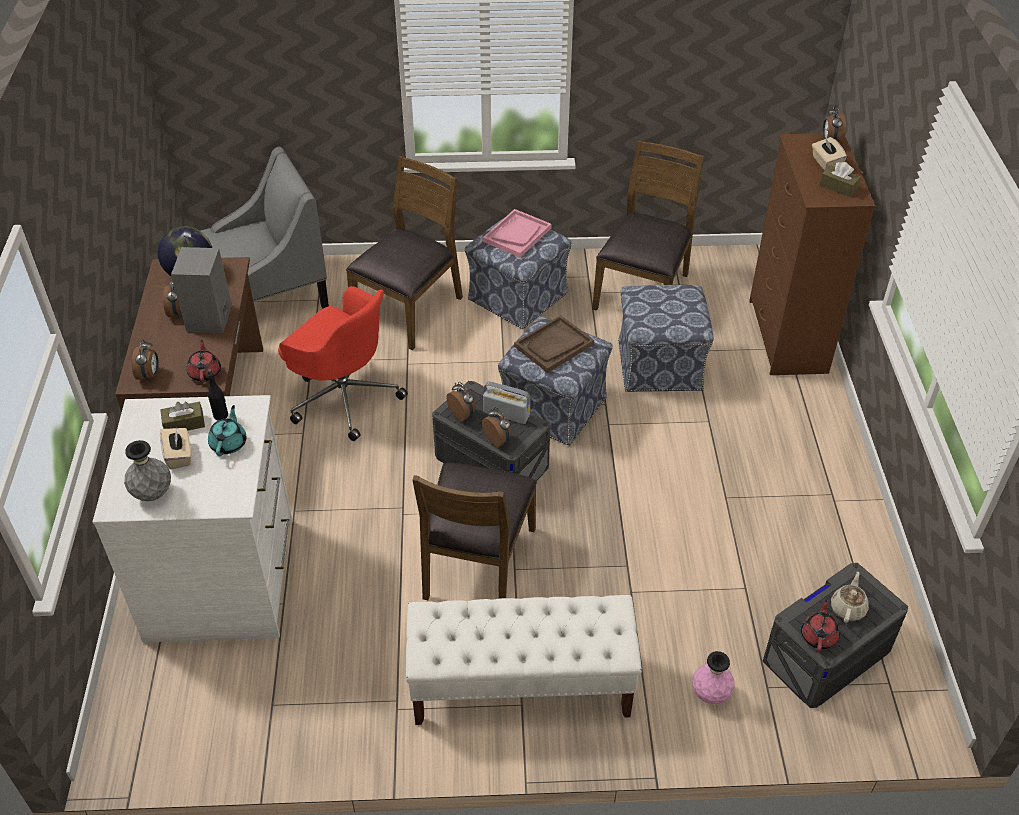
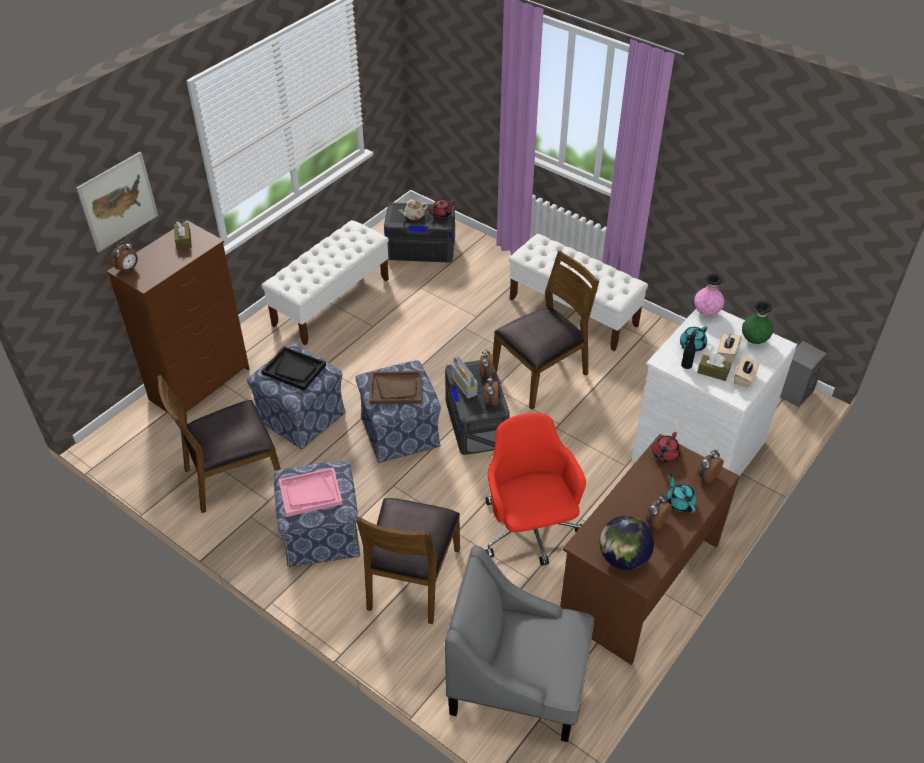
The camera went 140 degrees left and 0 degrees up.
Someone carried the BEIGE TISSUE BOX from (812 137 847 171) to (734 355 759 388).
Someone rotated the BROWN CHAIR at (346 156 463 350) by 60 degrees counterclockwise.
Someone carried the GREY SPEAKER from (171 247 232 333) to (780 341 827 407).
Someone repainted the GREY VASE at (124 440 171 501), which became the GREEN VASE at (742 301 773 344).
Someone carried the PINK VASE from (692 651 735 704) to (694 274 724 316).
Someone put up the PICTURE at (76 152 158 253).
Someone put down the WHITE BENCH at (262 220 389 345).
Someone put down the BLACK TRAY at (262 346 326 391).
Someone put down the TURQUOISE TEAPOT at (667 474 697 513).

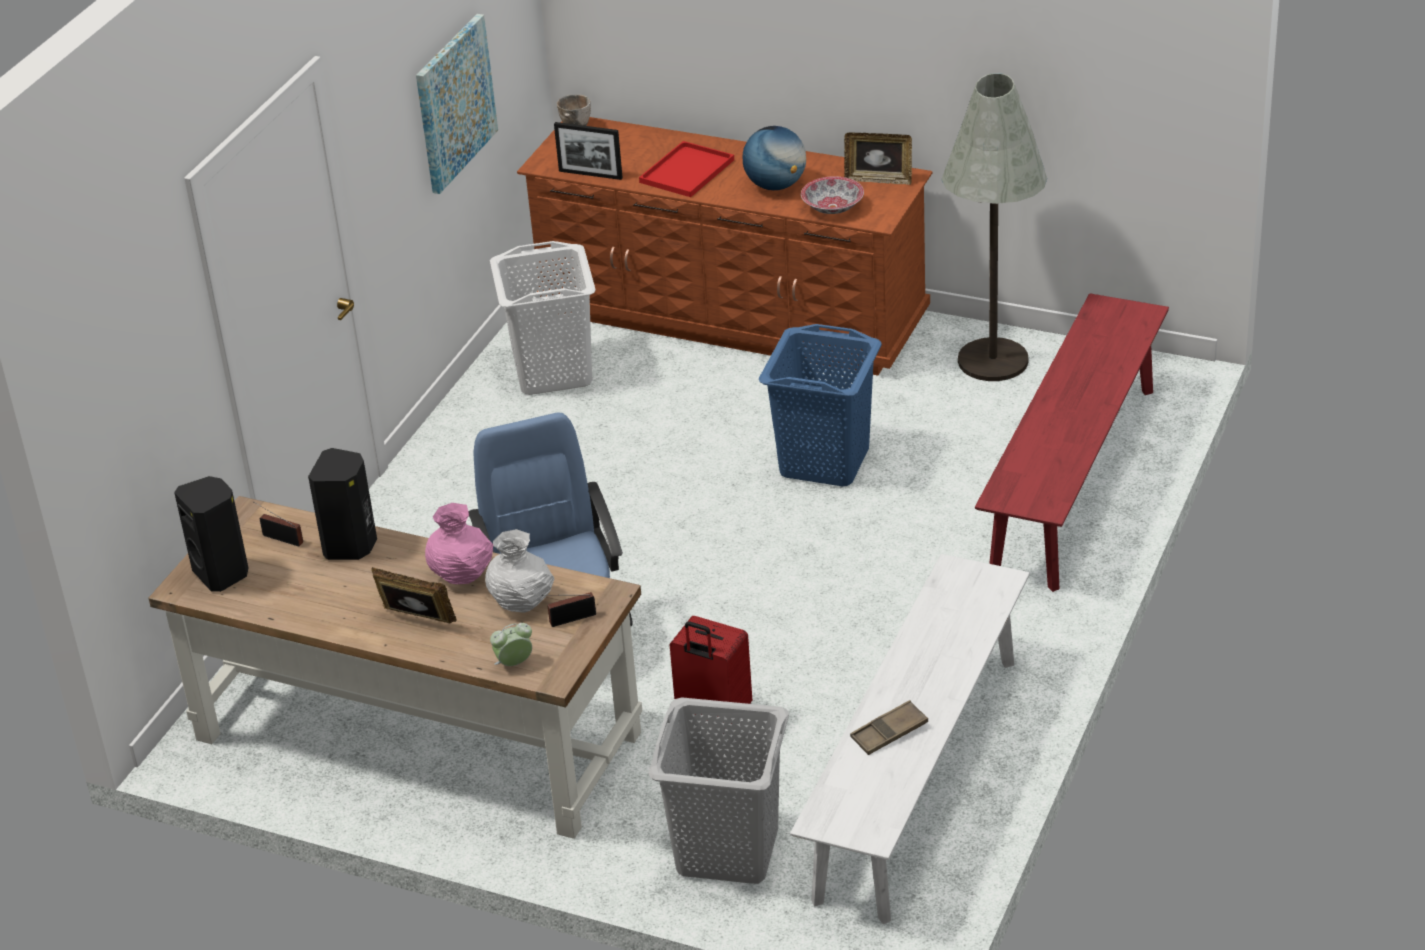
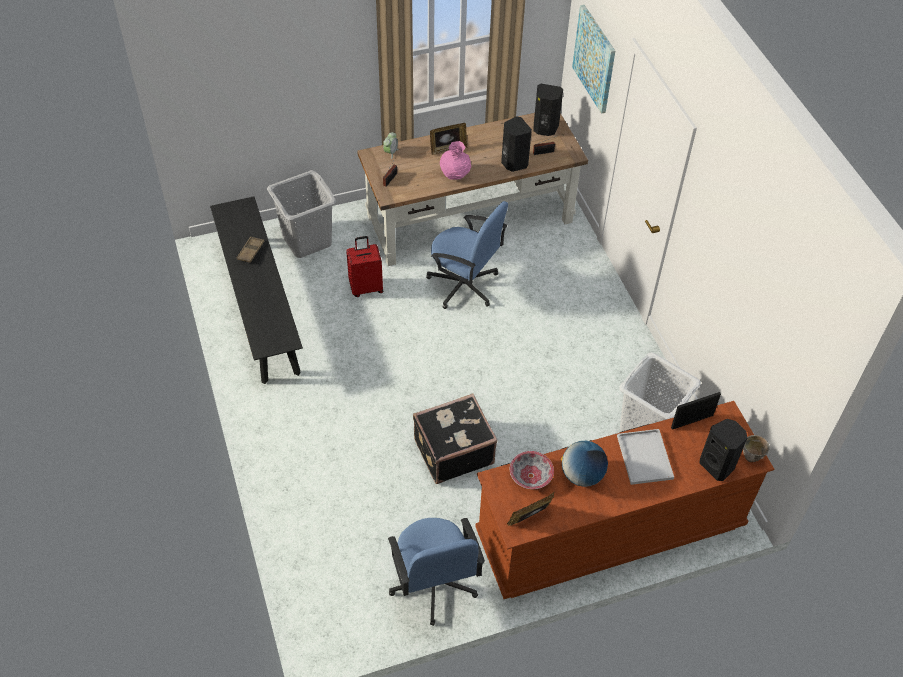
The camera went 135 degrees right and 15 degrees up.
Someone carried the PICTURE from (416 14 498 194) to (572 5 615 114).
Someone swapped the GREY FLOOR LAMP at (941 73 1047 381) for the BLUE OFFICE CHAIR at (388 518 485 626).
Someone repainted the RED TRAY at (639 141 734 197), which became the WHITE TRAY at (617 429 674 485).
Someone took away the RED BENCH at (975 293 1169 592).
Someone swapped the BLUE LAUNDRY BASKET at (759 324 882 486) for the BLACK SUITCASE at (413 394 497 484).
Someone took away the WHITE VASE at (485 529 554 613).
Someone repainted the WHITE BENCH at (790 554 1030 924), which became the BLACK BENCH at (210 196 303 384).
Someone put down the BLACK SPEAKER at (700 419 748 481).

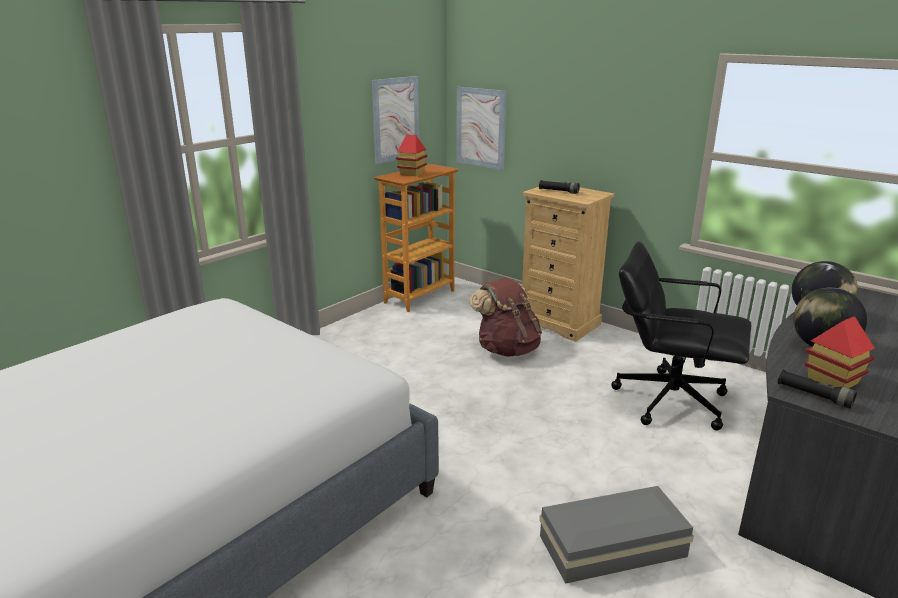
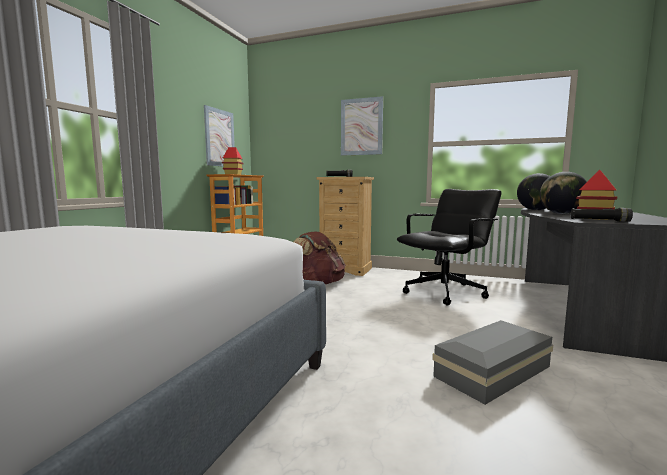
The camera went 20 degrees left and 15 degrees down.
Someone carried the PICTURE from (457 87 506 170) to (341 96 383 156).
Someone rotated the BLACK OFFICE CHAIR at (611 241 751 430) by 135 degrees clockwise.

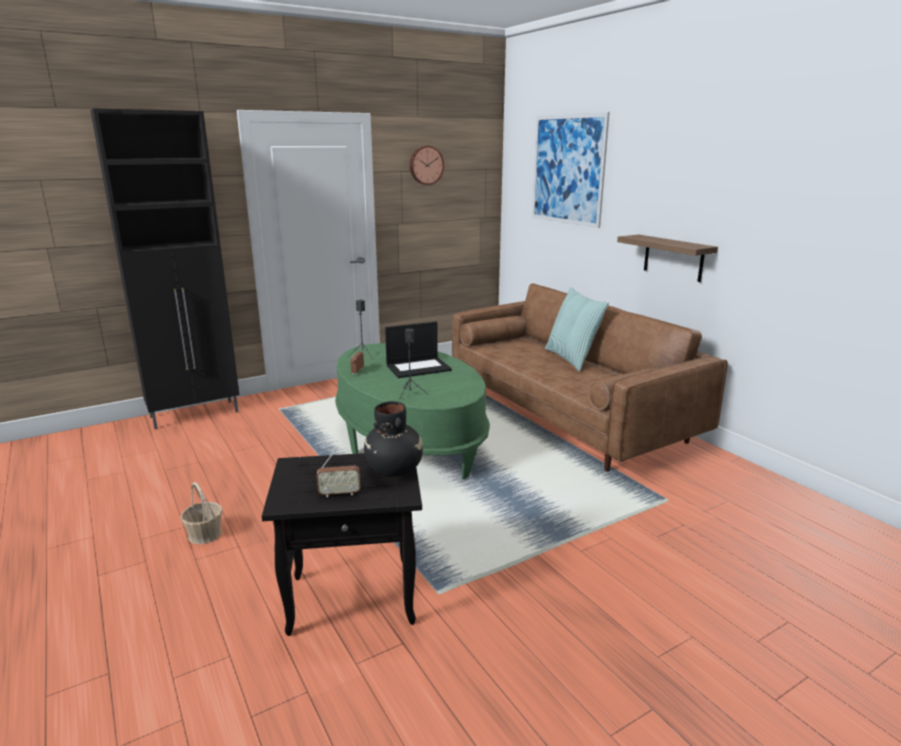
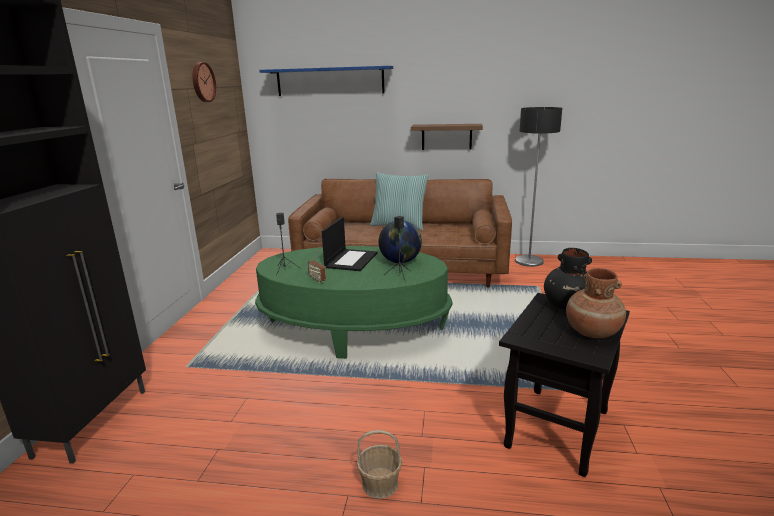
The camera went 50 degrees left and 0 degrees up.
Someone swapped the PICTURE at (532 112 609 228) for the BLUE SHELF at (259 66 393 96).
Someone swapped the RADIO at (317 446 360 497) for the BROWN VASE at (566 268 626 338).
Someone put down the FLOOR LAMP at (515 107 562 267).
Someone put down the GLOBE at (378 221 422 263).

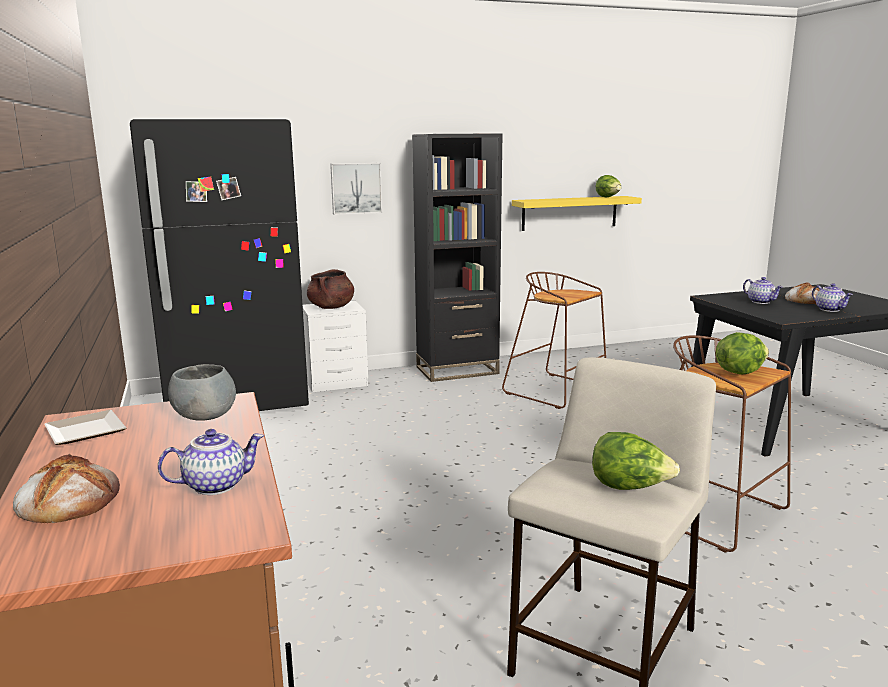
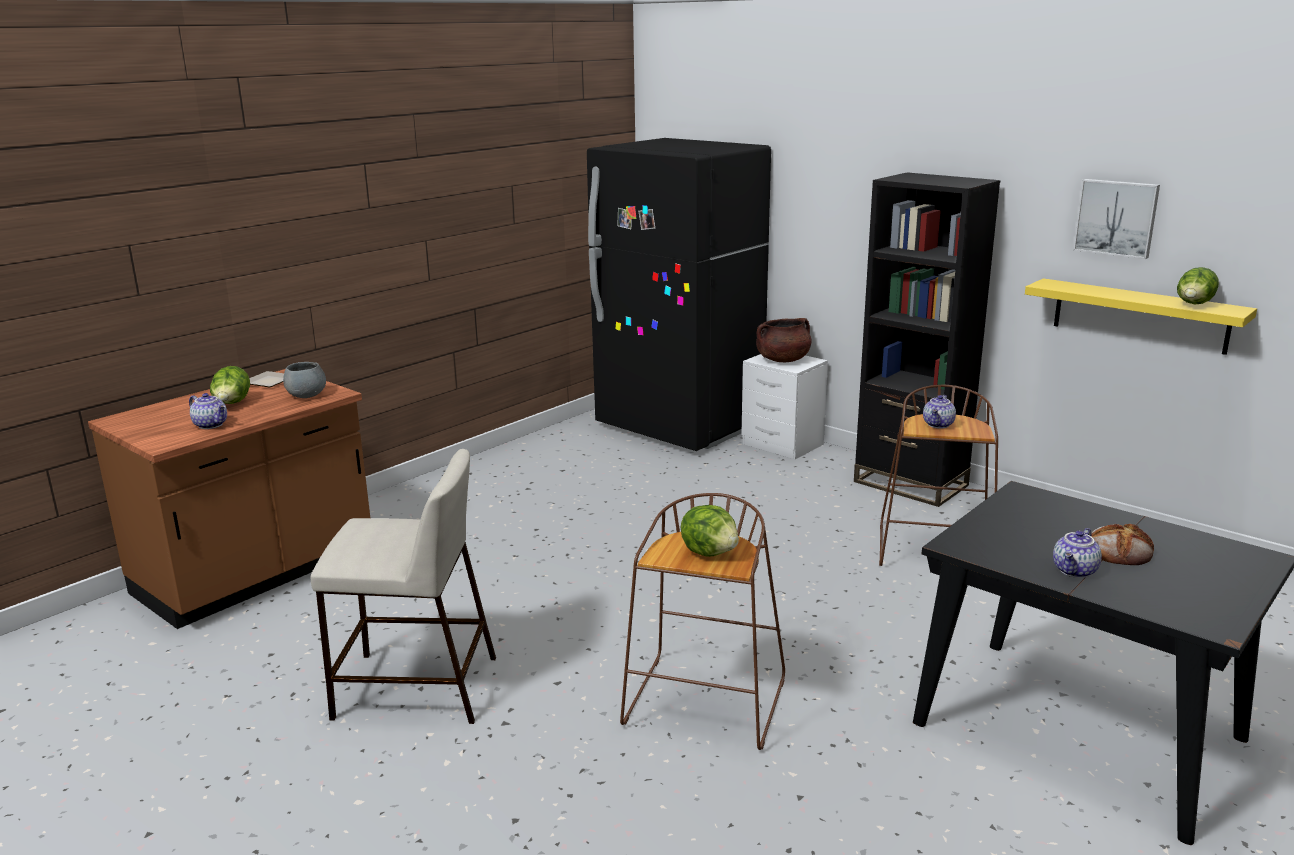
The camera went 60 degrees right and 5 degrees up.
Someone carried the PICTURE from (330 163 382 215) to (1073 179 1160 259).
Someone carried the TEAPOT from (743 277 783 304) to (923 395 956 429).
Someone carried the LETTUCE from (592 432 680 490) to (210 366 250 404).
Someone took away the BREAD at (13 454 120 523).

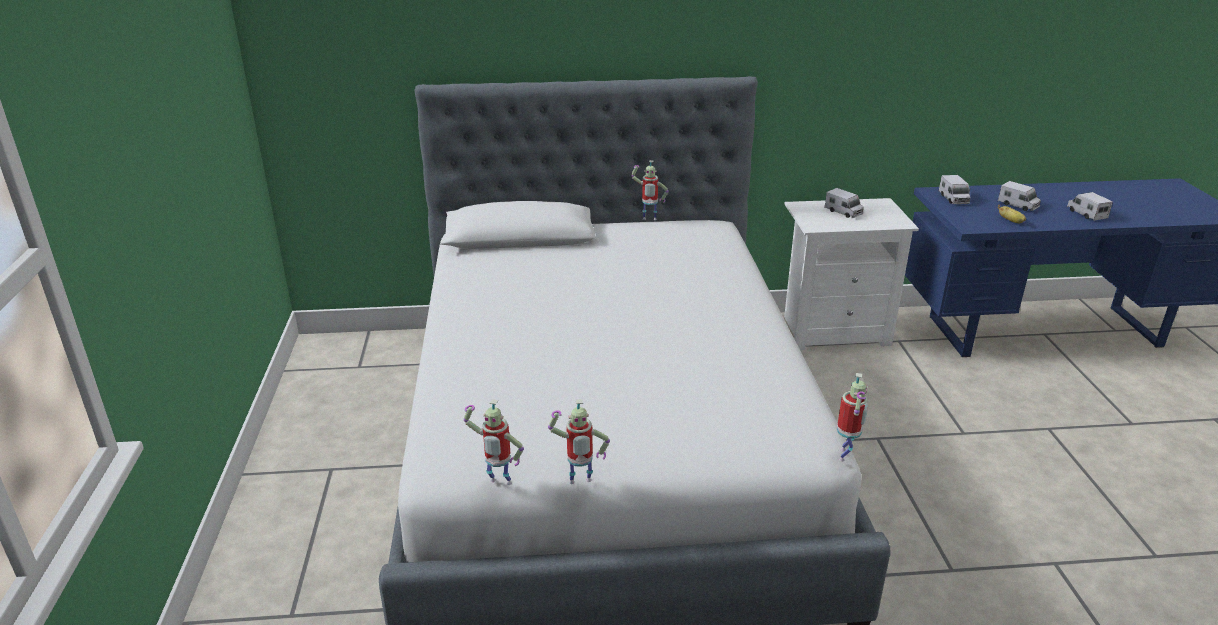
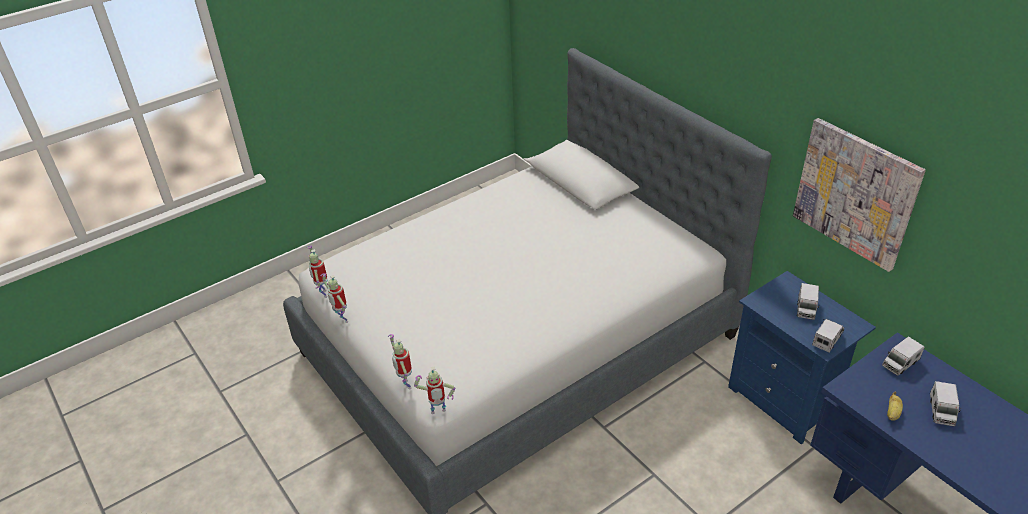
The camera went 60 degrees right and 10 degrees up.
Someone carried the TOY ROBOT from (631 160 669 220) to (388 334 412 390).
Someone carried the TOY TRUCK from (1067 192 1113 221) to (812 319 845 353).
Someone repainted the WHITE NIGHTSTAND at (784 198 919 350), which became the BLUE NIGHTSTAND at (728 271 876 445).
Someone put up the PICTURE at (793 118 926 272).

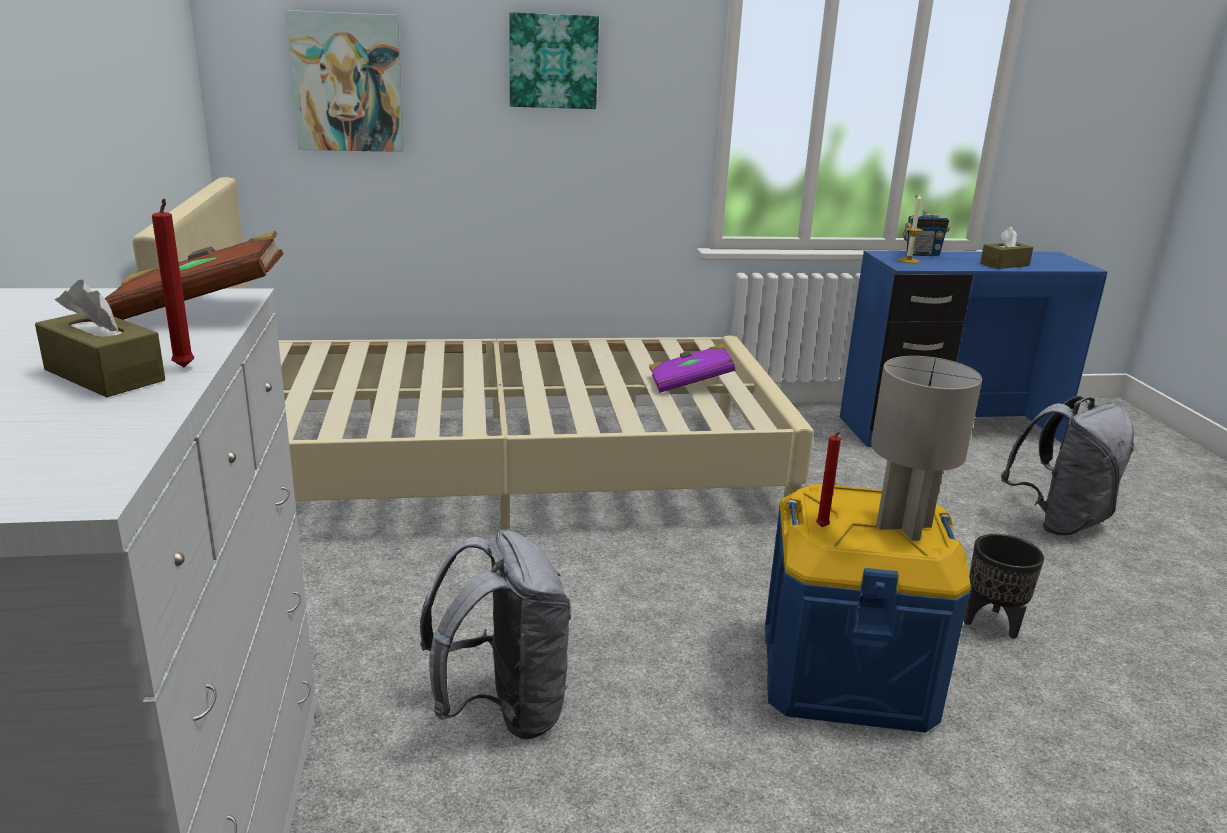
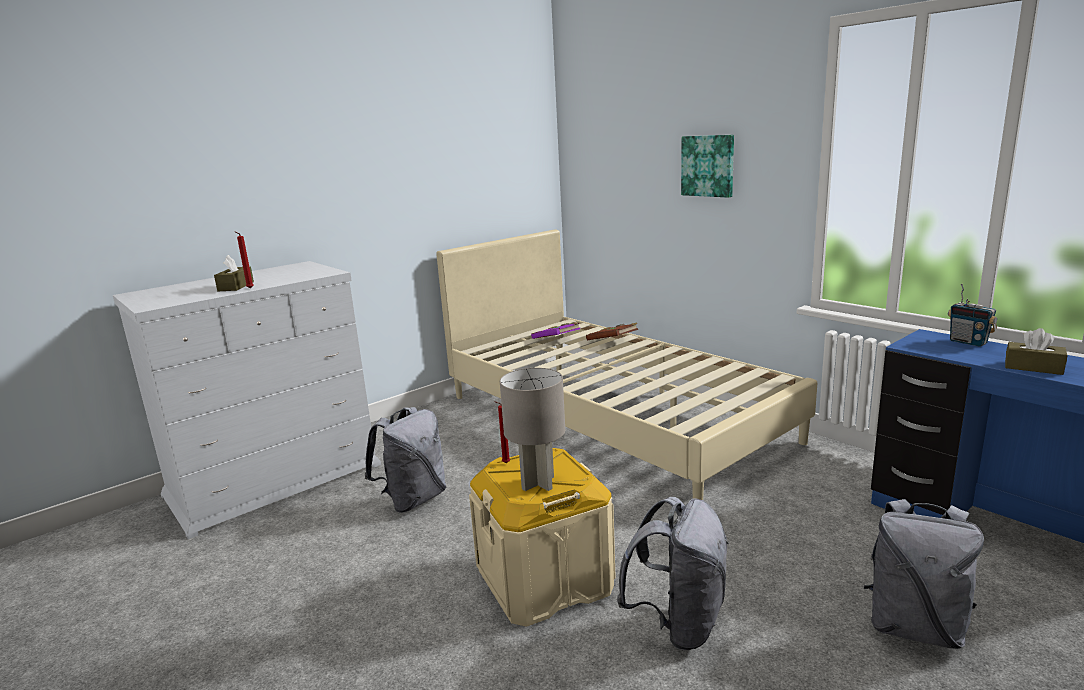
The camera went 60 degrees right and 5 degrees down.
Someone took away the PICTURE at (286 10 404 152).
Someone took away the CANDLE at (898 194 923 263).
Someone carried the BROWN BOOK from (104 231 283 320) to (586 323 638 340).
Someone carried the PURPLE BOOK from (649 343 736 393) to (531 322 580 339).
Someone repainted the BLUE STORAGE BOX at (765 484 971 732), which became the BEIGE STORAGE BOX at (469 448 616 627).
Someone swapped the BLACK PLANTER at (964 534 1044 639) for the GREY BACKPACK at (617 497 729 650).

